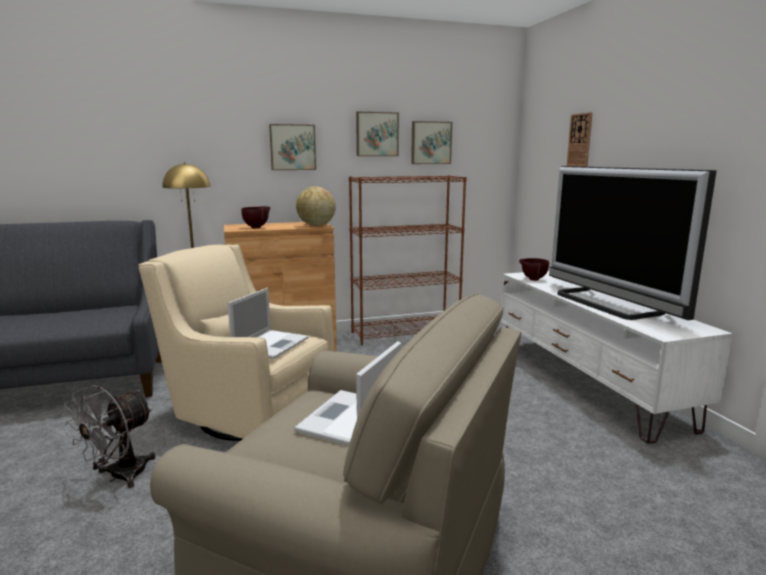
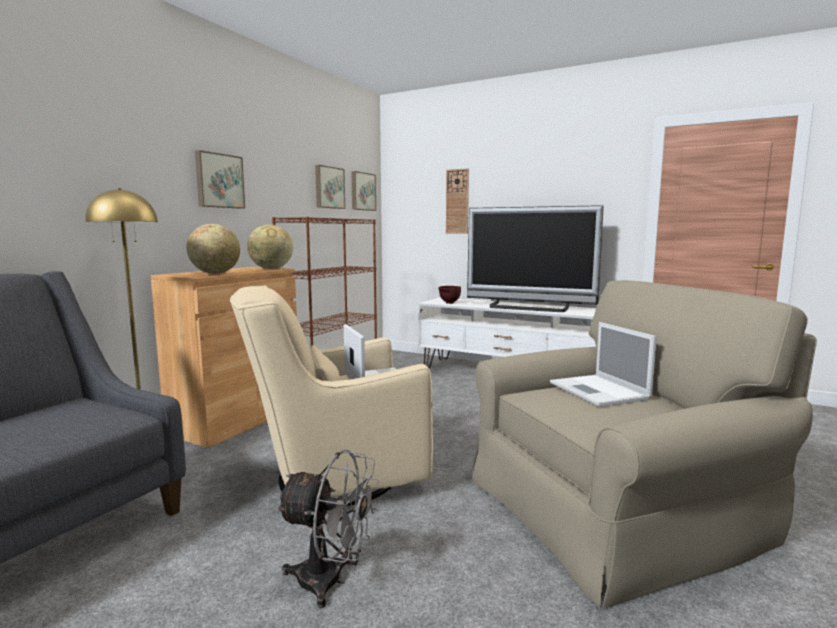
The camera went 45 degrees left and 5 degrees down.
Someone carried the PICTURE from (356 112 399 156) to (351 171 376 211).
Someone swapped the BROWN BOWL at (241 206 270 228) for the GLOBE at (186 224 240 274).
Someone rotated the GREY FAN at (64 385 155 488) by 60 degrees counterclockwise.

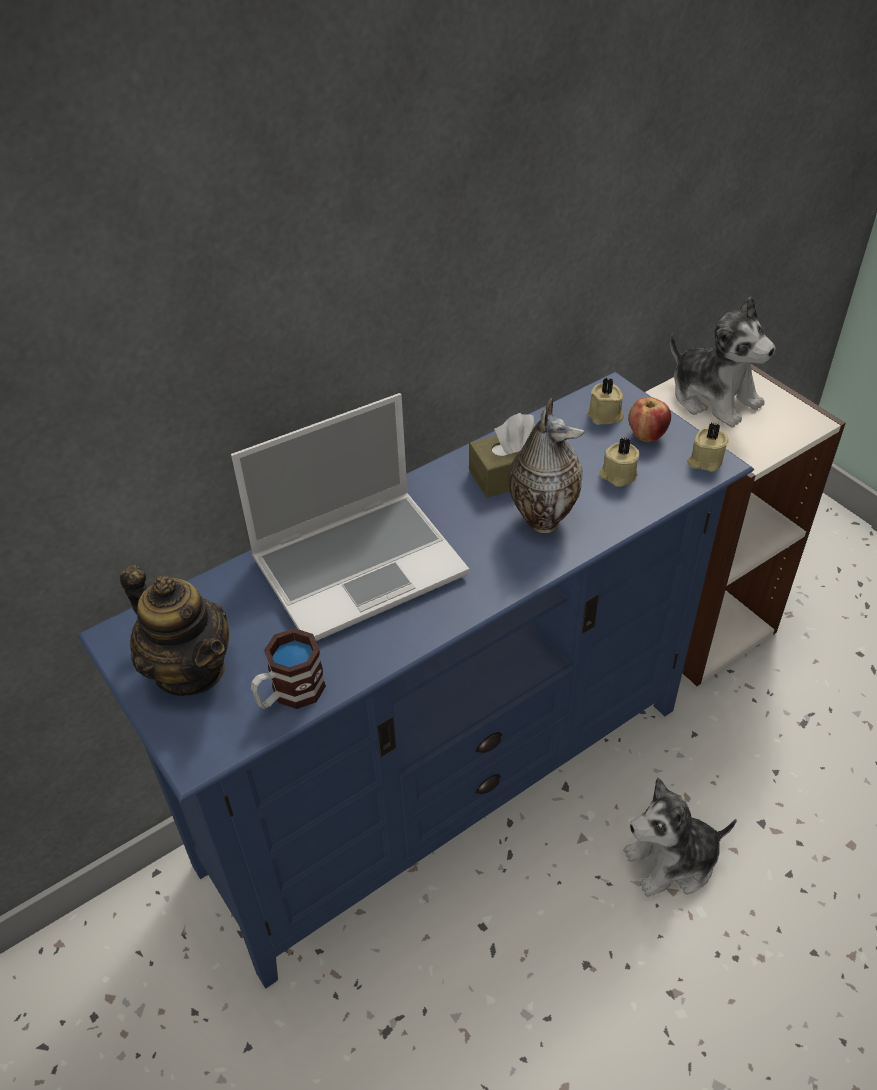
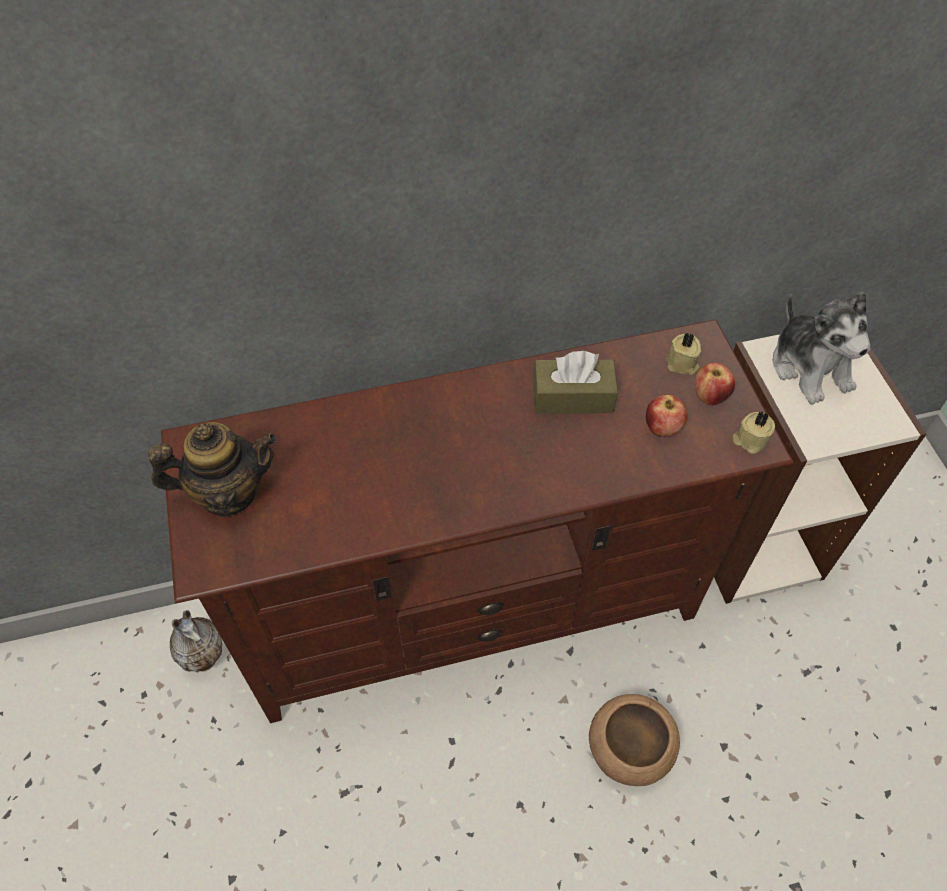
The camera went 20 degrees right and 10 degrees up.
Someone repainted the BLUE TV STAND at (77 372 754 989), which became the BROWN TV STAND at (161 319 794 723).
Someone took away the LAPTOP at (231 393 469 641).
Someone carried the VASE from (508 398 584 533) to (170 610 222 671).
Someone swapped the BEIGE CANDLE at (600 438 640 487) for the APPLE at (646 395 688 437).
Someone rotated the TEAPOT at (120 565 229 696) by 75 degrees counterclockwise.
Someone took away the MUG at (251 628 326 709).
Someone swapped the PLUSH TOY at (624 778 737 897) for the BROWN BOWL at (589 694 680 786).

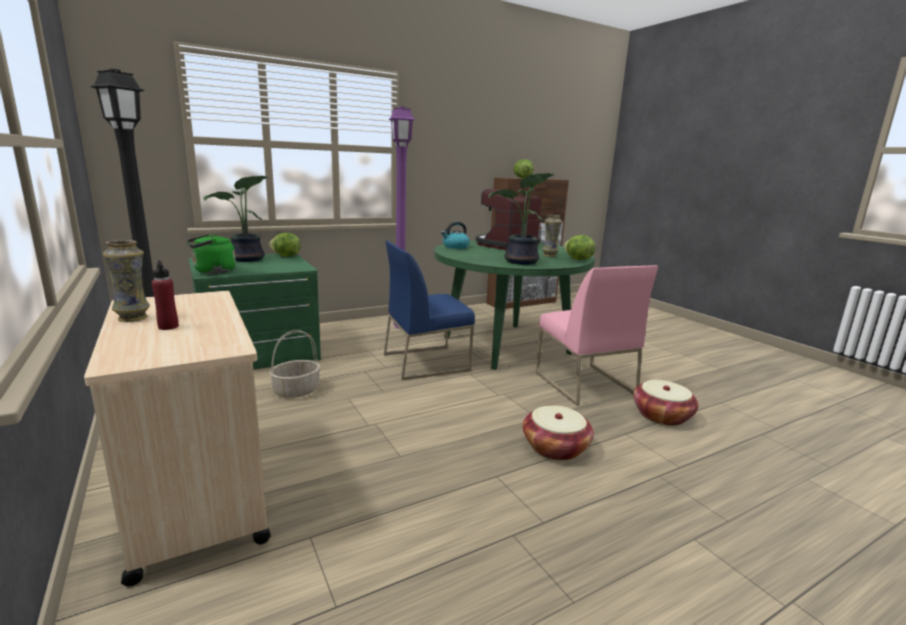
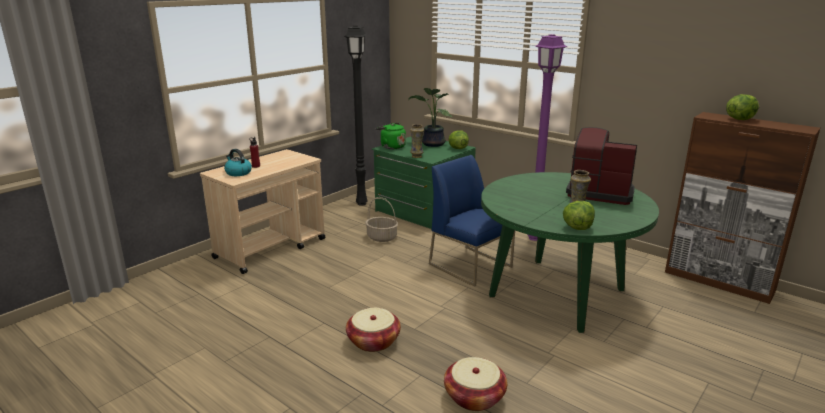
The camera went 70 degrees right and 5 degrees up.
Someone took away the POTTED PLANT at (488 173 555 265).
Someone carried the KETTLE from (441 222 470 249) to (224 149 252 176).
Someone carried the VASE from (103 240 150 322) to (410 124 424 158).
Someone took away the PINK CHAIR at (536 265 658 406).

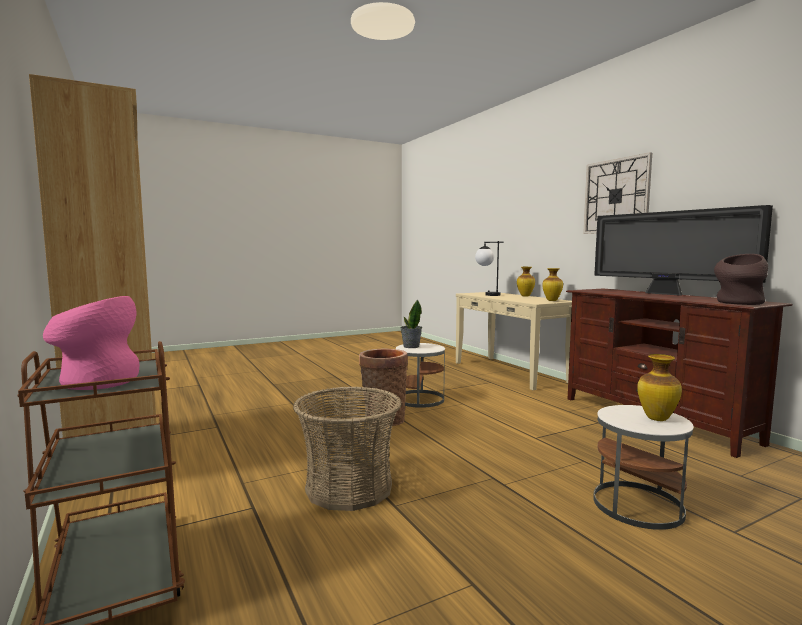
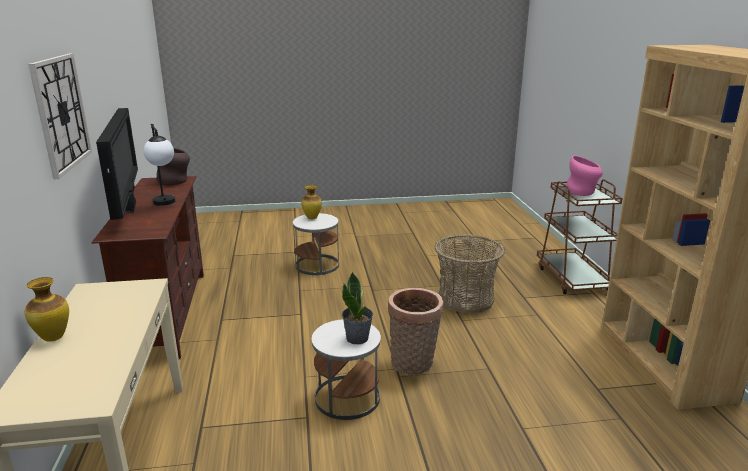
The camera went 160 degrees left and 15 degrees up.
Someone carried the TABLE LAMP from (475 241 504 296) to (144 124 175 206).
Someone took away the VASE at (542 268 563 301).

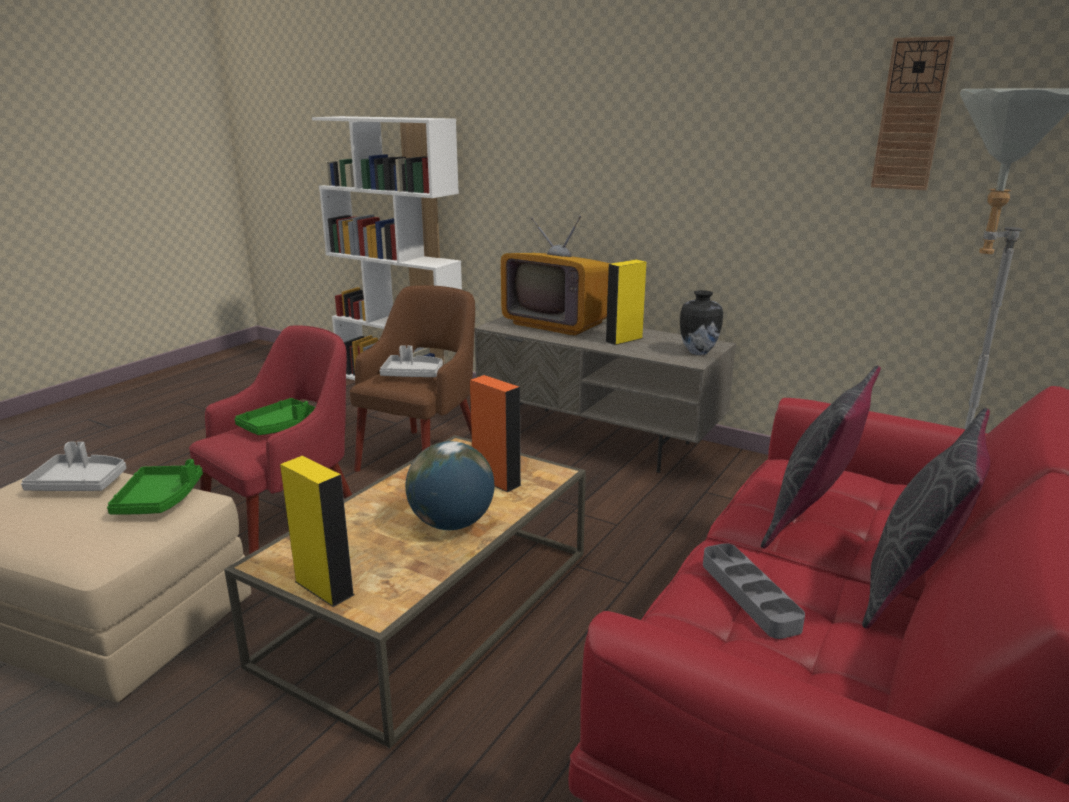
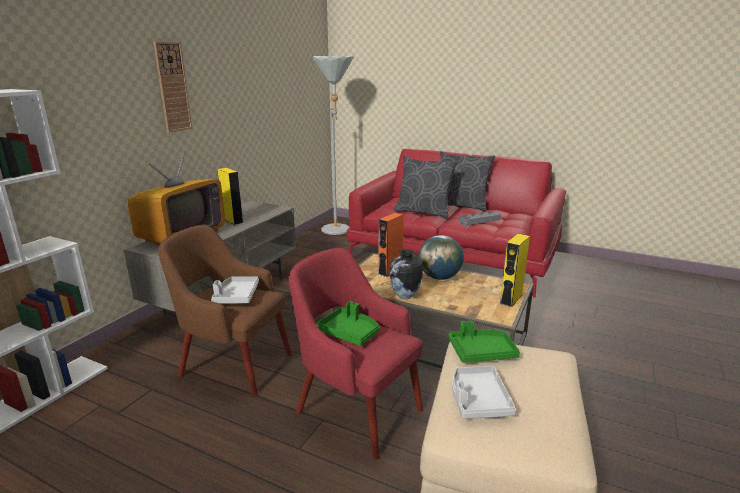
The camera went 95 degrees left and 0 degrees up.
Someone carried the WALL CLOCK from (871 36 955 190) to (153 42 192 133).
Someone carried the VASE from (680 290 723 355) to (390 249 423 299).

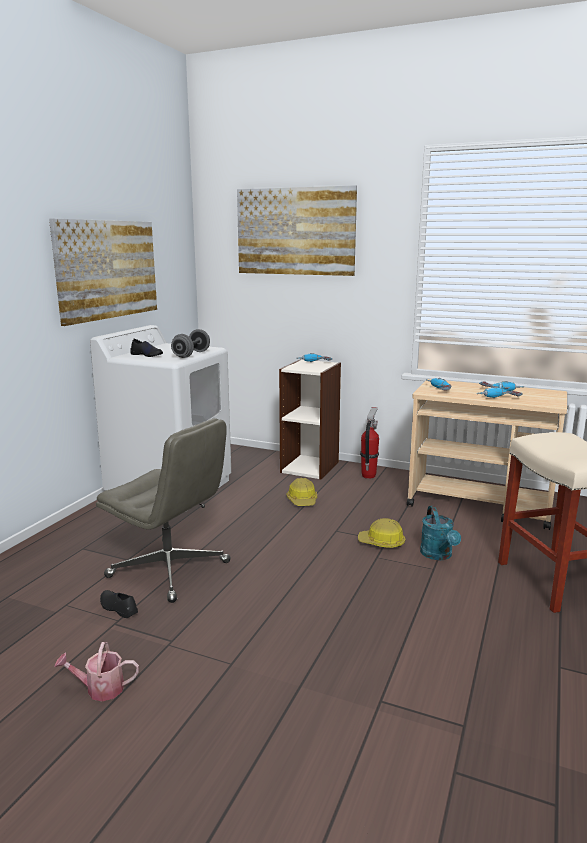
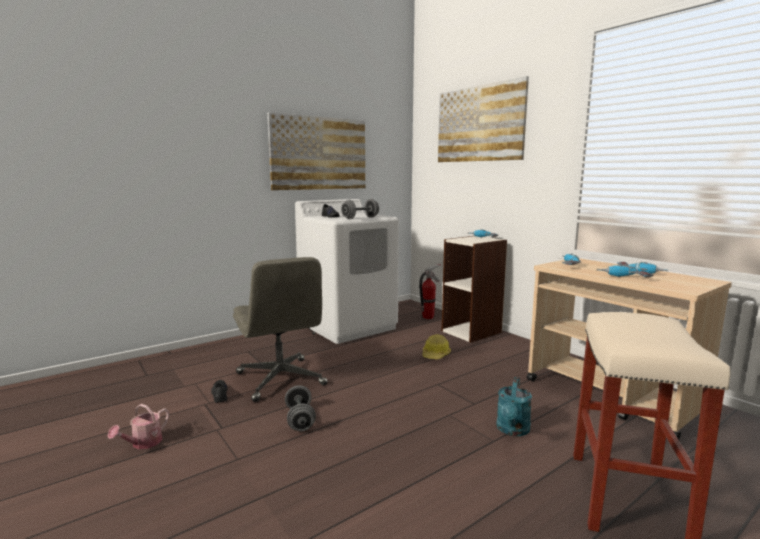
The camera went 30 degrees right and 5 degrees down.
Someone carried the FIRE EXTINGUISHER from (360 407 379 479) to (419 264 441 319).
Someone took away the HARD HAT at (358 518 406 548).
Someone rotated the WATERING CAN at (54 642 139 701) by 90 degrees counterclockwise.
Someone put down the GREY DUMBBELL at (285 385 316 431).

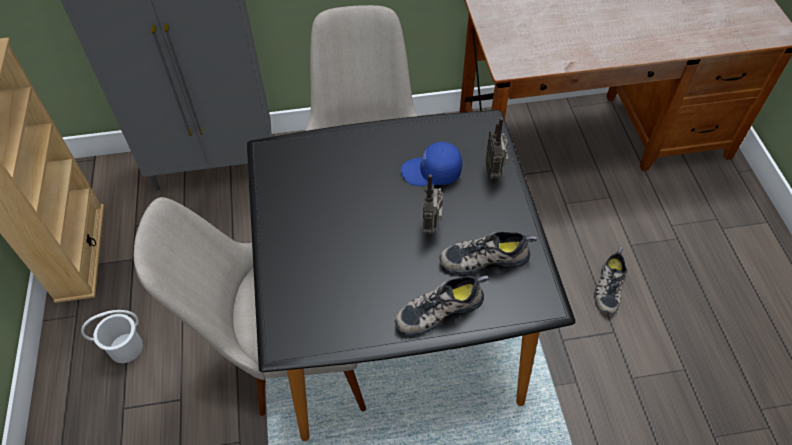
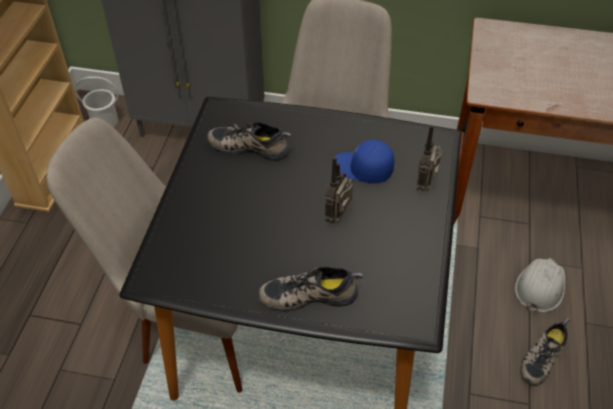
The camera went 20 degrees right and 5 degrees down.
Someone carried the SHOE from (439 232 537 274) to (207 122 291 161).
Someone carried the WHITE BUCKET from (81 310 143 363) to (75 76 119 128).
Someone put down the WHITE HARD HAT at (515 258 565 312).

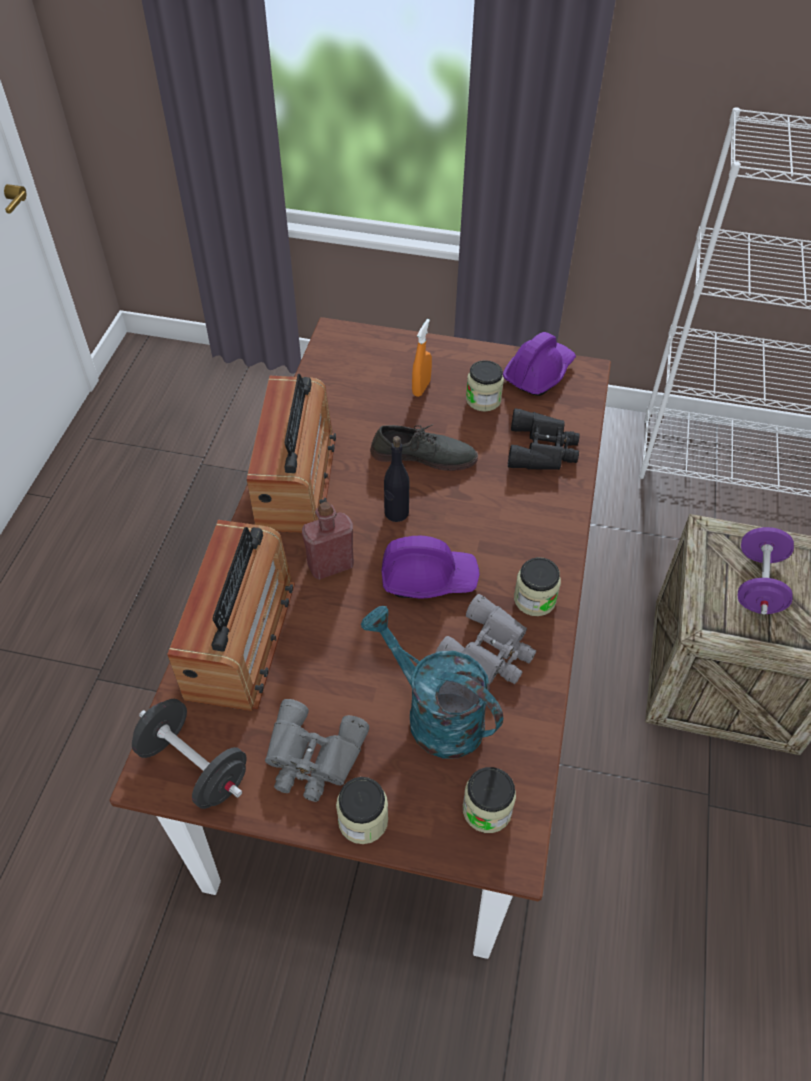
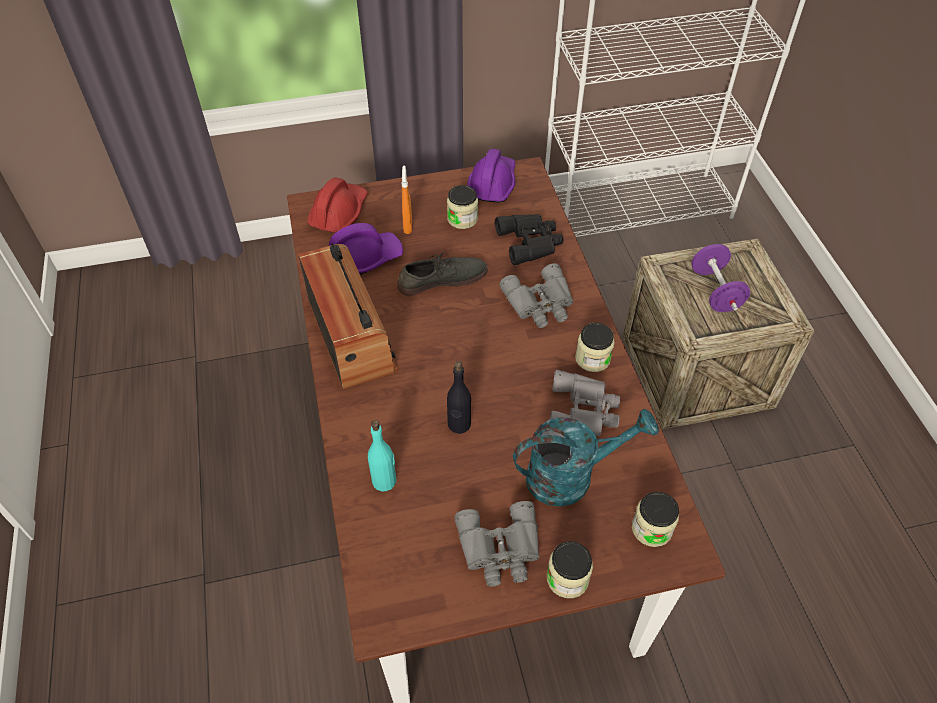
The camera went 25 degrees left and 0 degrees up.
Someone carried the BLACK BOTTLE from (384 436 409 522) to (447 361 471 434).
Someone took away the RED BOTTLE at (302 502 354 580).
Someone swapped the RADIO at (167 520 295 711) for the TURQUOISE BOTTLE at (368 420 396 492).
Someone carried the PURPLE HARD HAT from (381 536 480 599) to (329 223 403 274).
Someone rotated the TURQUOISE WATERING CAN at (361 606 503 759) by 150 degrees clockwise.
Someone took away the BLACK DUMBBELL at (132 699 247 809).
Someone put down the RED HARD HAT at (307 178 368 233).
Someone put down the GREY BINOCULARS at (500 263 573 328).

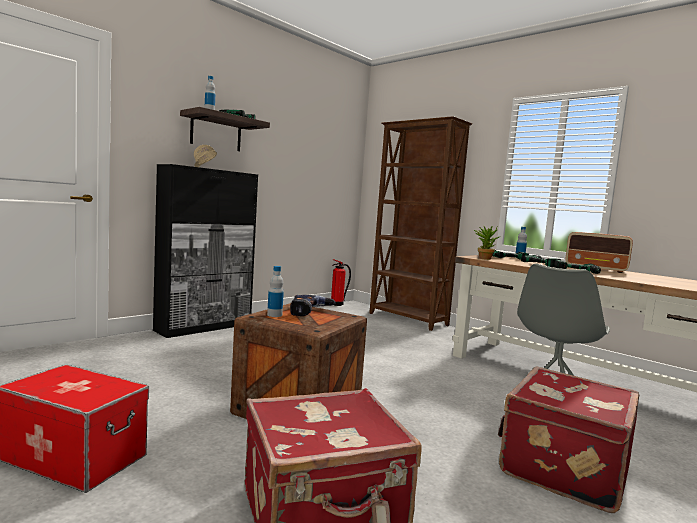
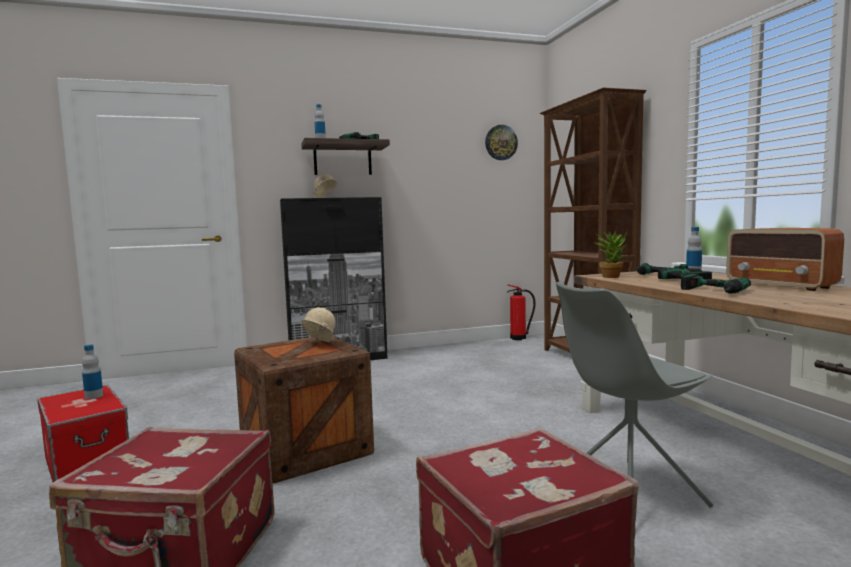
The camera went 30 degrees right and 0 degrees up.
Someone carried the BOTTLE from (267 266 284 317) to (82 344 103 399).
Someone swapped the POWER DRILL at (290 295 336 316) for the BEIGE HARD HAT at (301 307 335 342).
Someone put up the WALL CLOCK at (485 125 518 160).

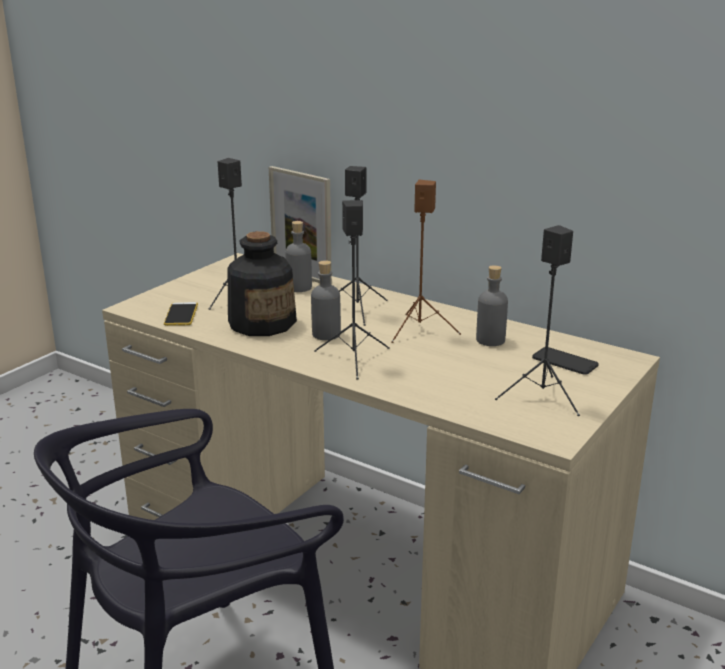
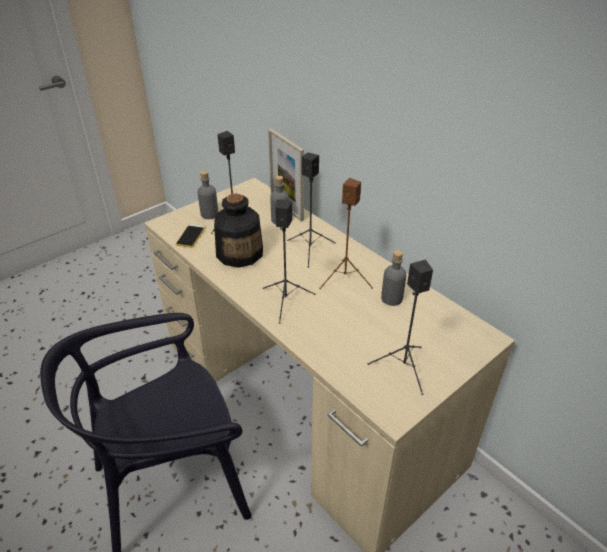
The camera went 15 degrees right and 15 degrees up.
Someone carried the GREY BOTTLE from (311 260 341 340) to (198 170 218 219).
Someone took away the PHONE at (532 347 599 375).

